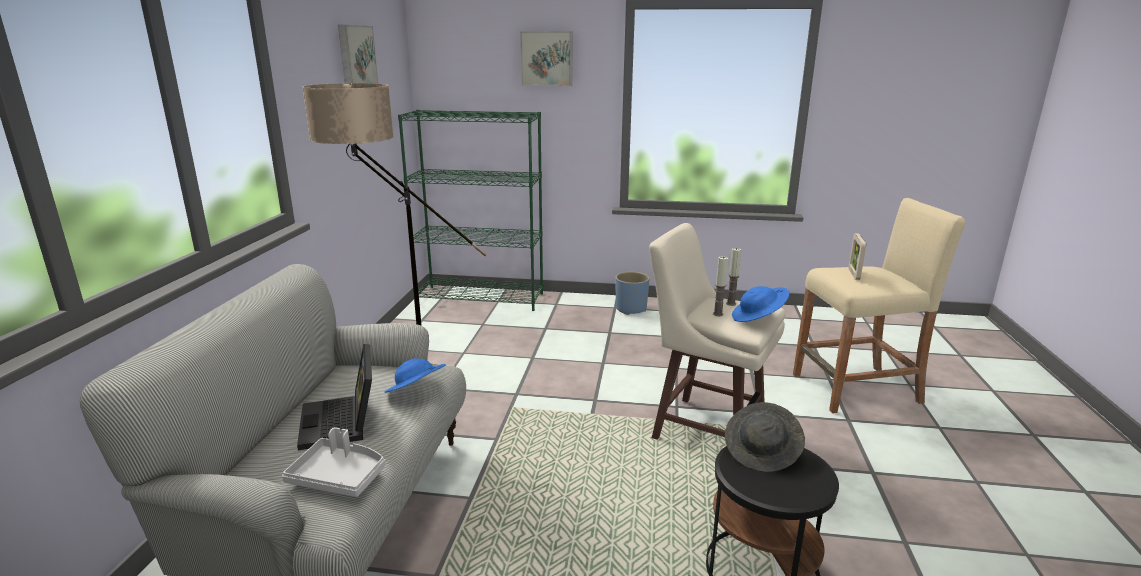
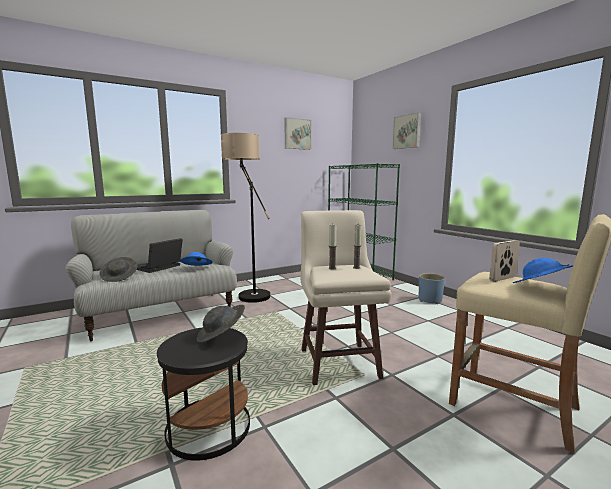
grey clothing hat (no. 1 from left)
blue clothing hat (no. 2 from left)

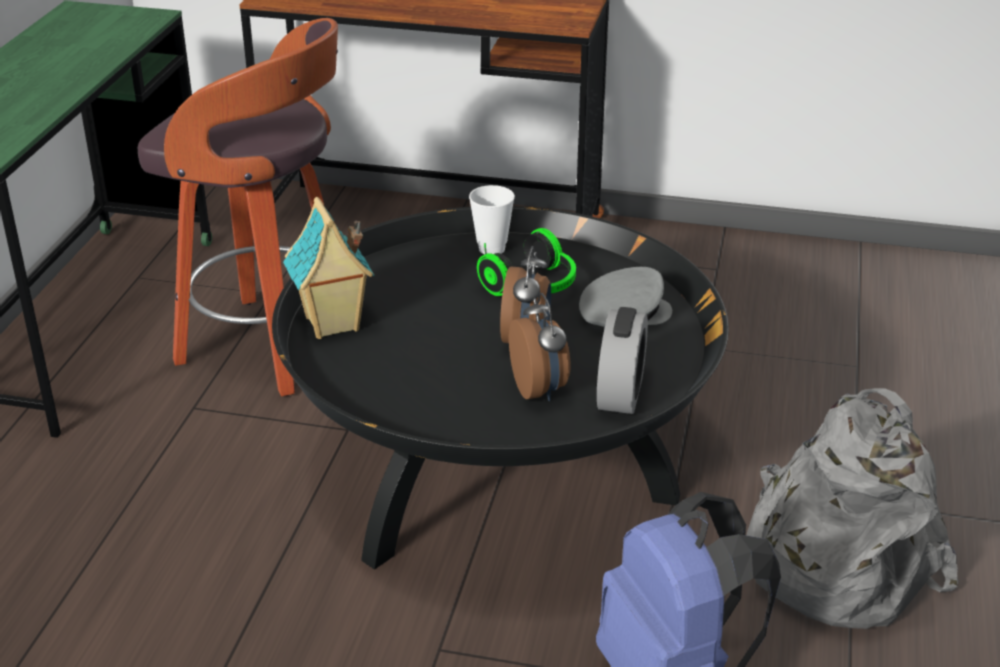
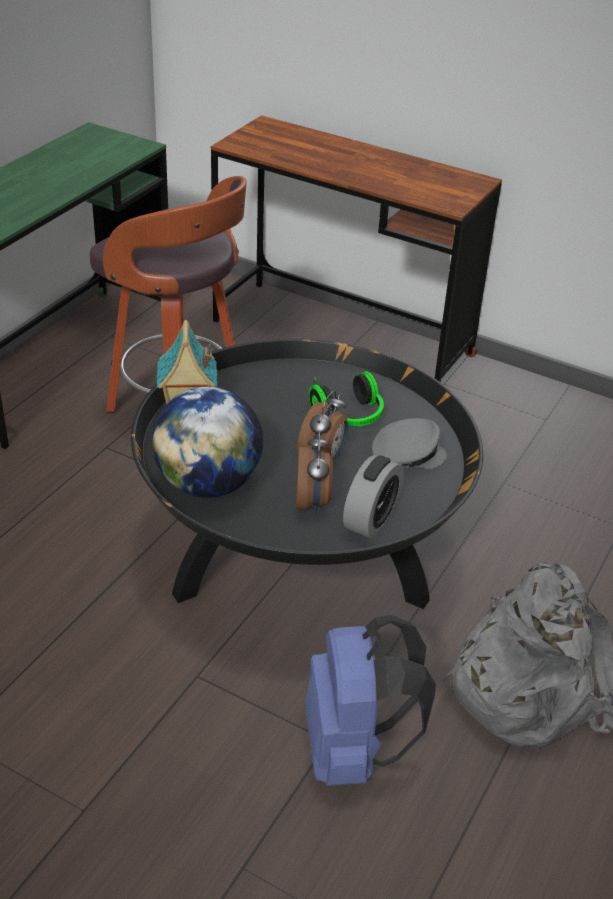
cup
desk globe

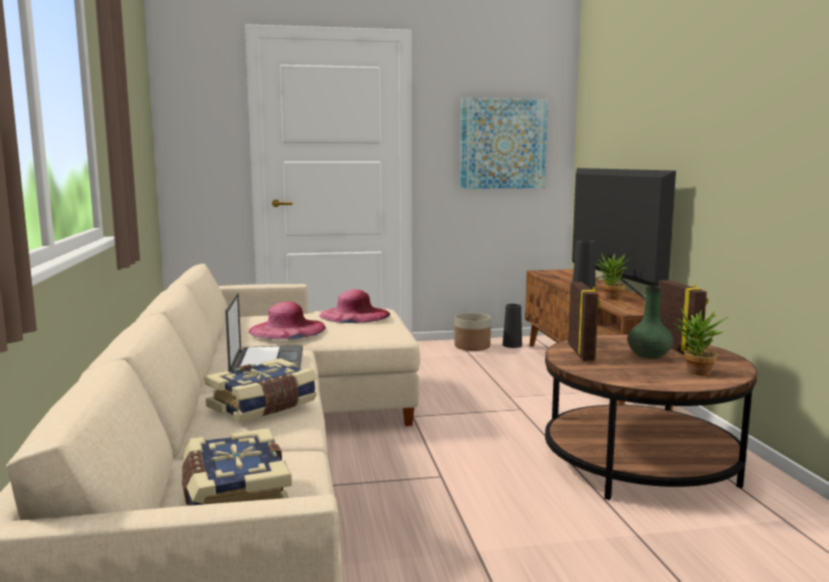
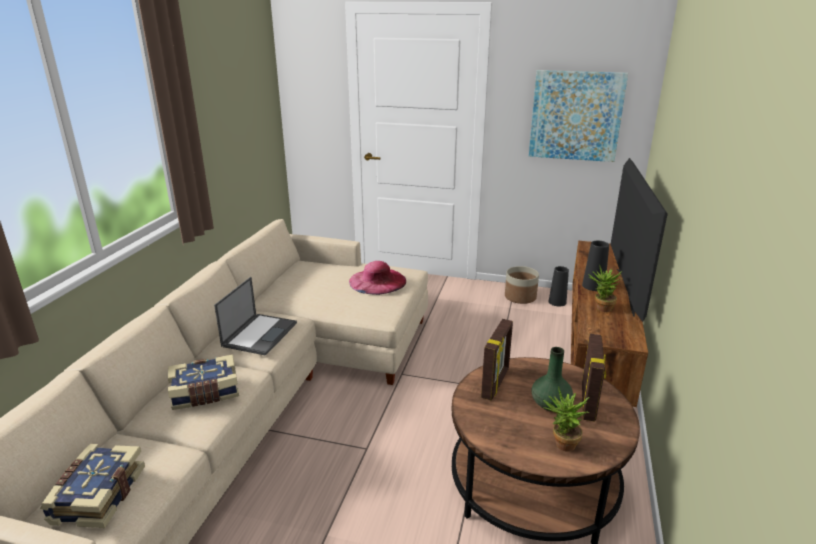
pinkish clothing hat (no. 1 from left in the first image)

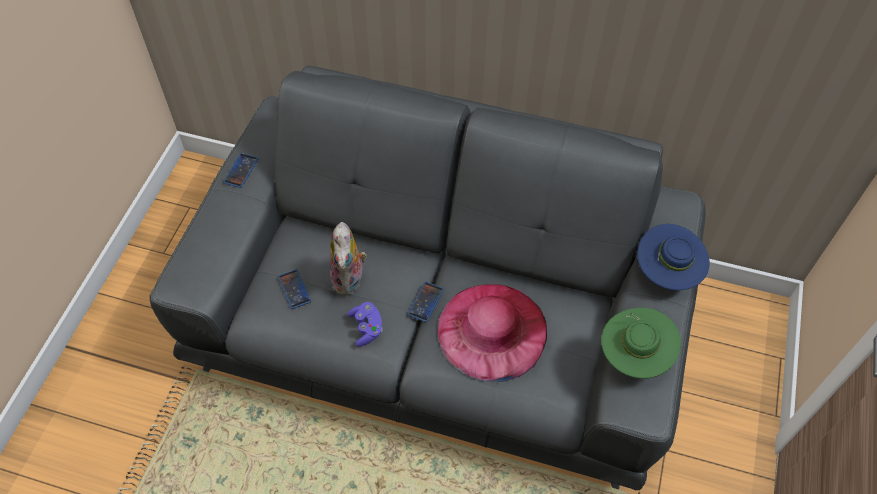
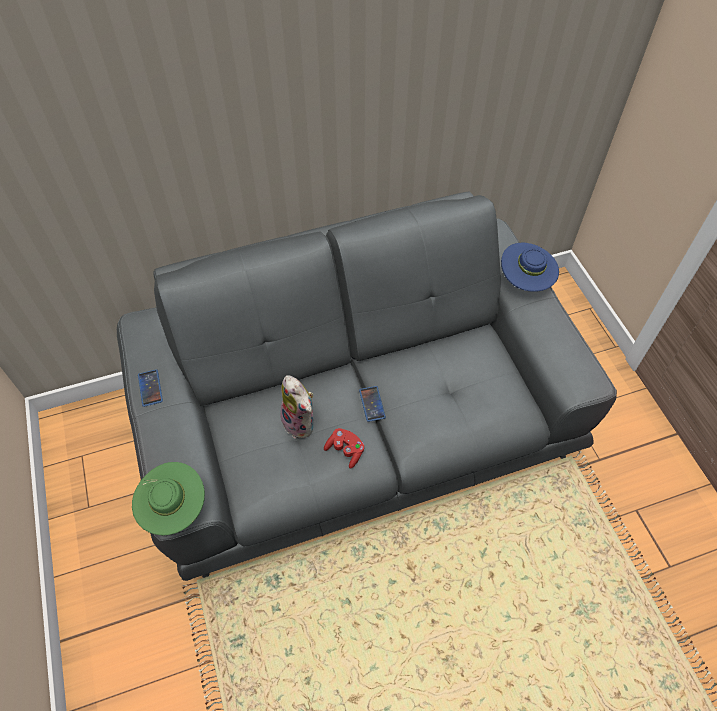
phone (no. 2 from left in the first image)
red gamepad
pinkish clothing hat
green clothing hat

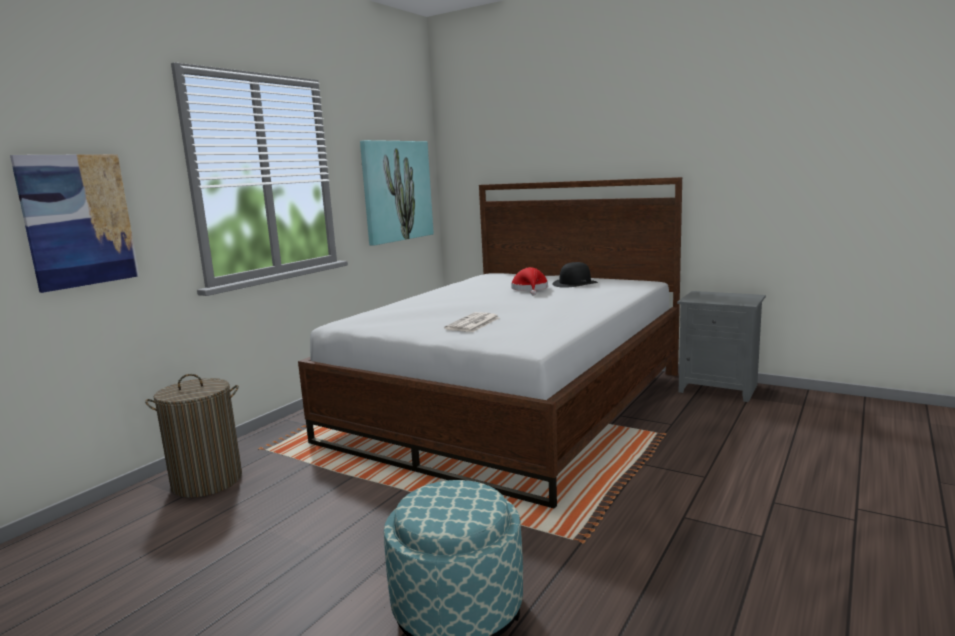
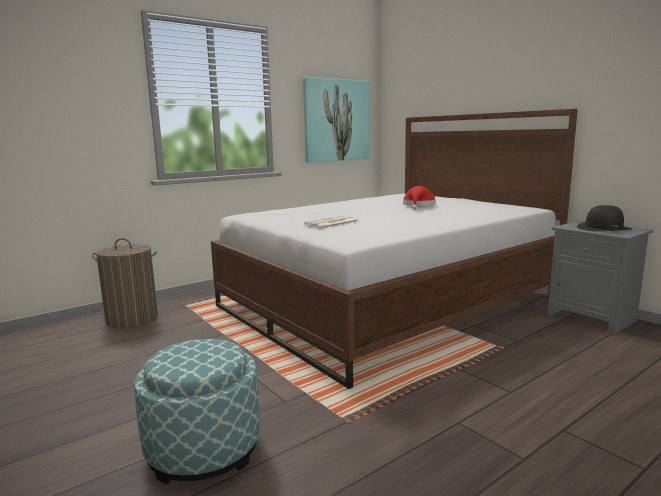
picture (no. 1 from left in the first image)
black clothing hat

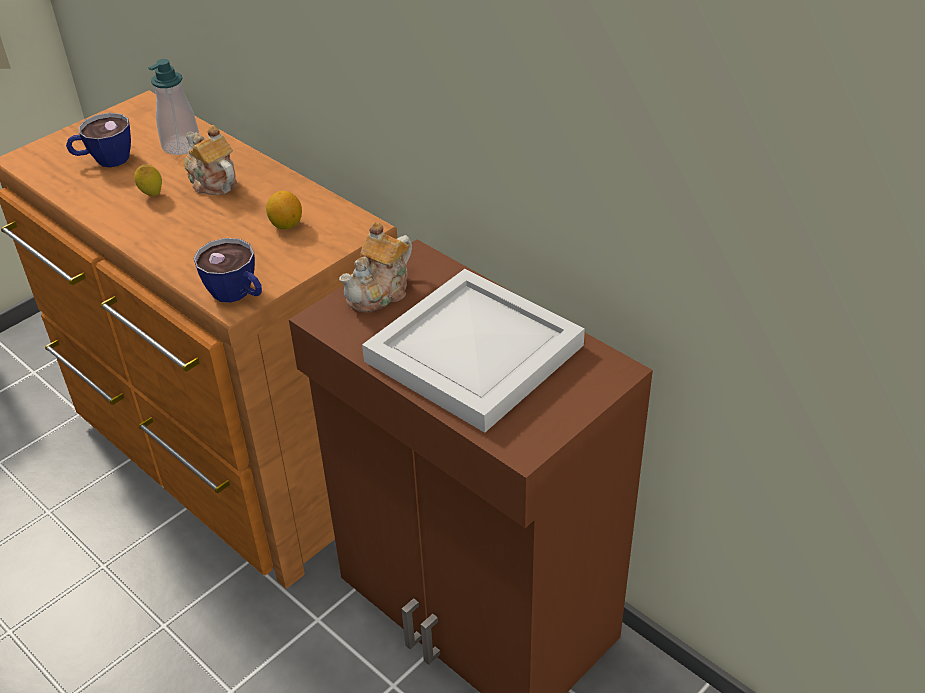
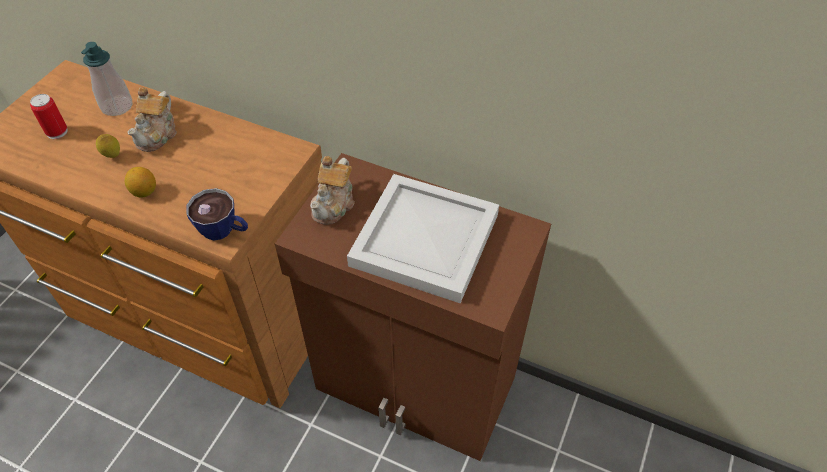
metal can
teapot (no. 1 from left)
lemon (no. 2 from left)

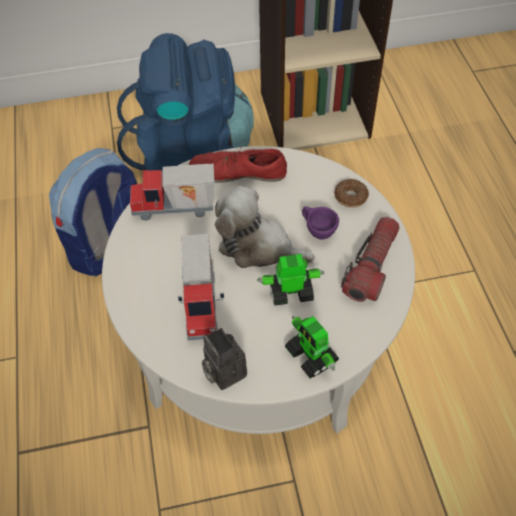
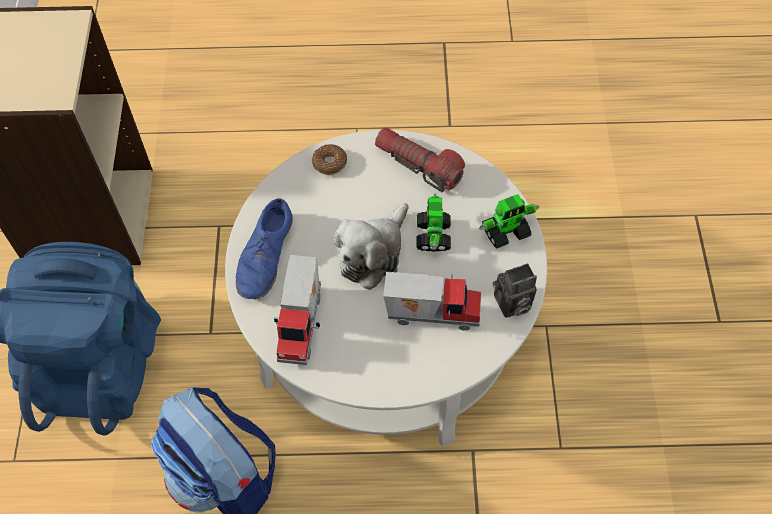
blue shoe
purplish cup

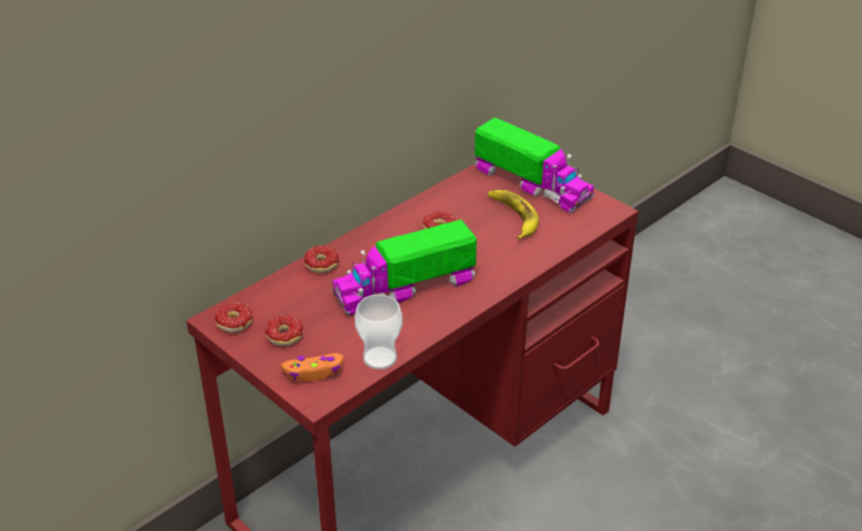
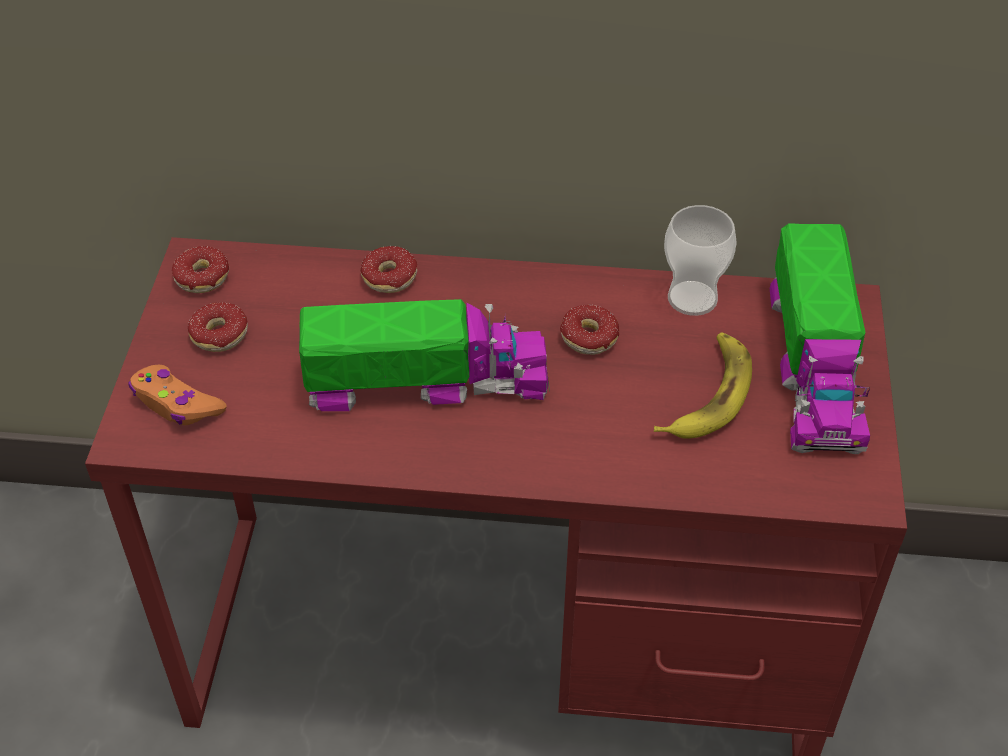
model truck (no. 1 from left)
cup

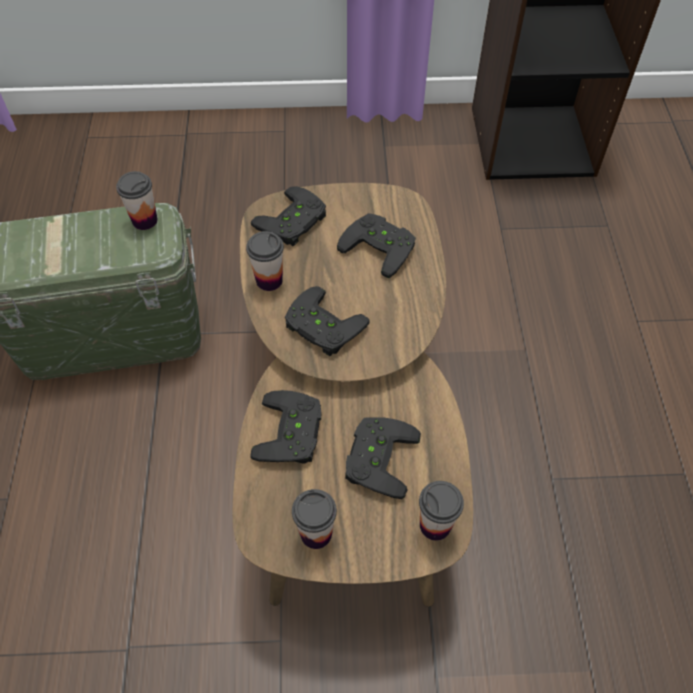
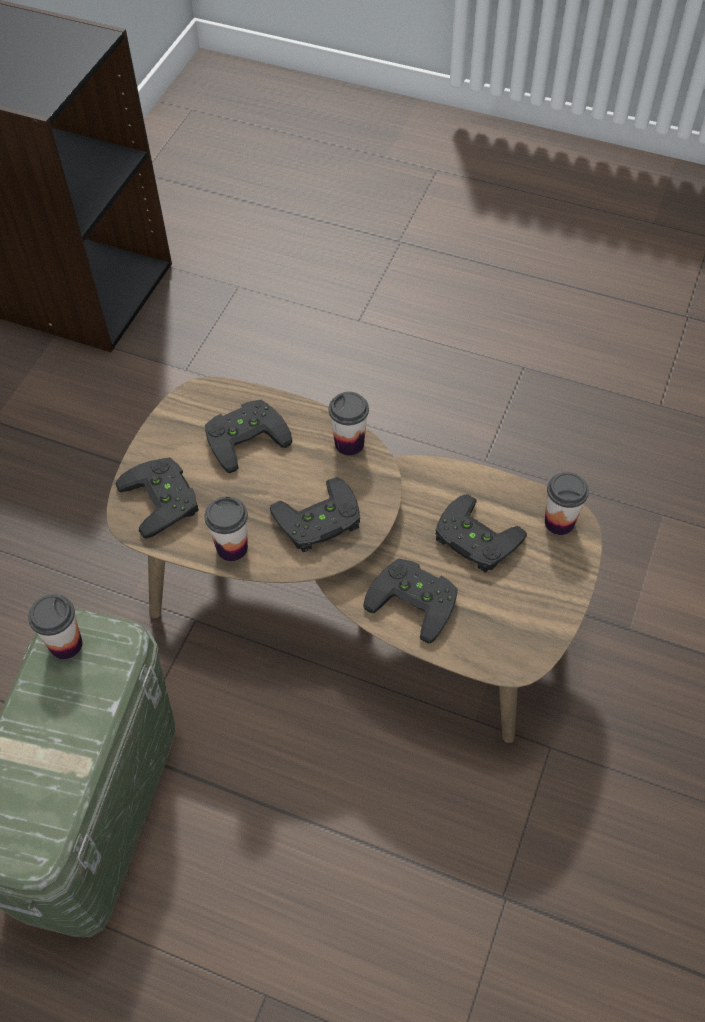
cup (no. 3 from left)

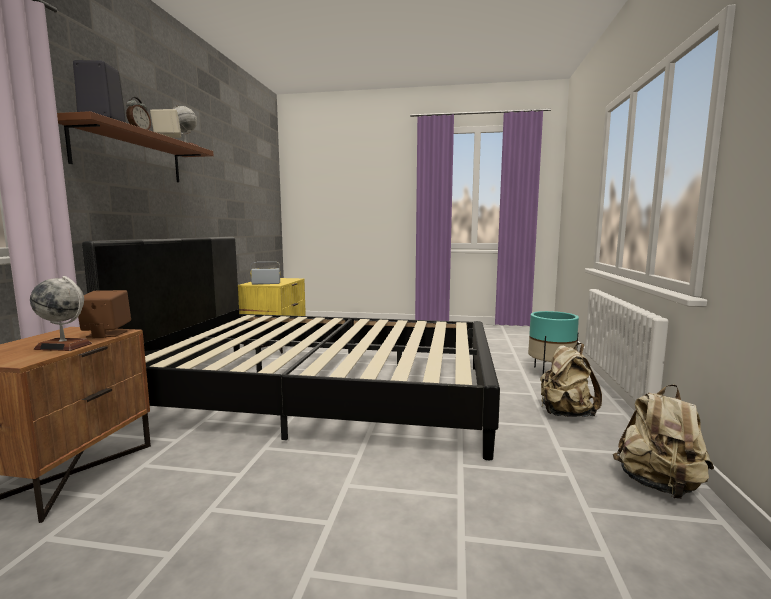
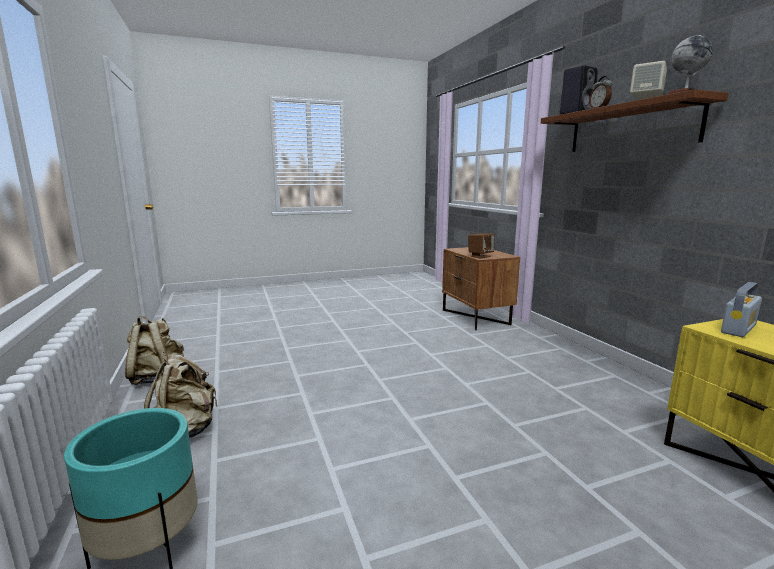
desk globe (no. 1 from left in the first image)
black sleeping bed

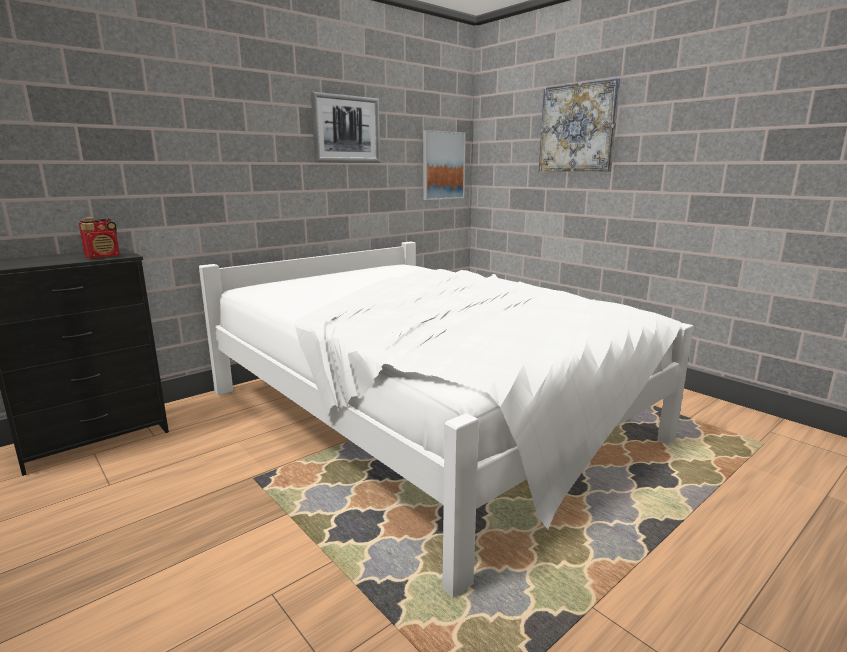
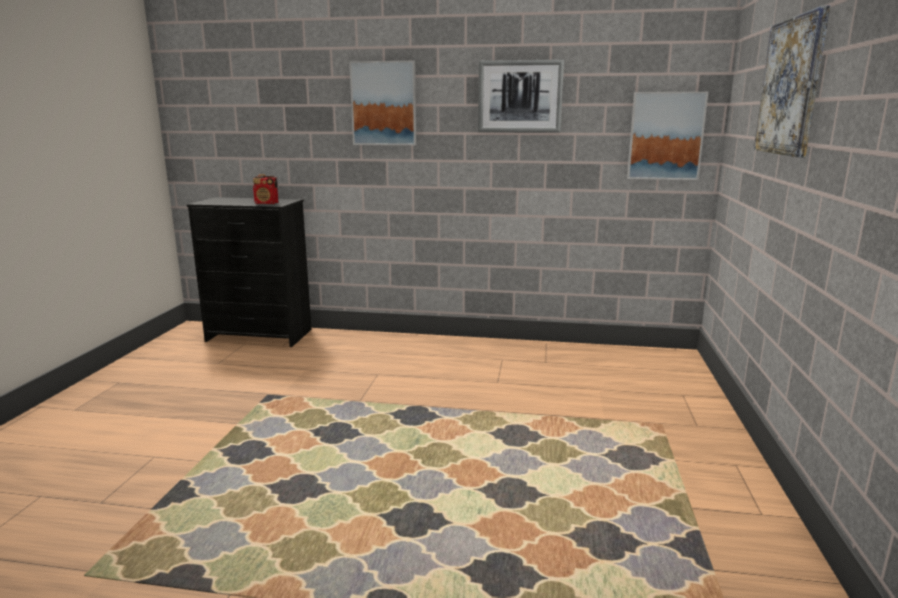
whitish sleeping bed
picture (no. 1 from left)

